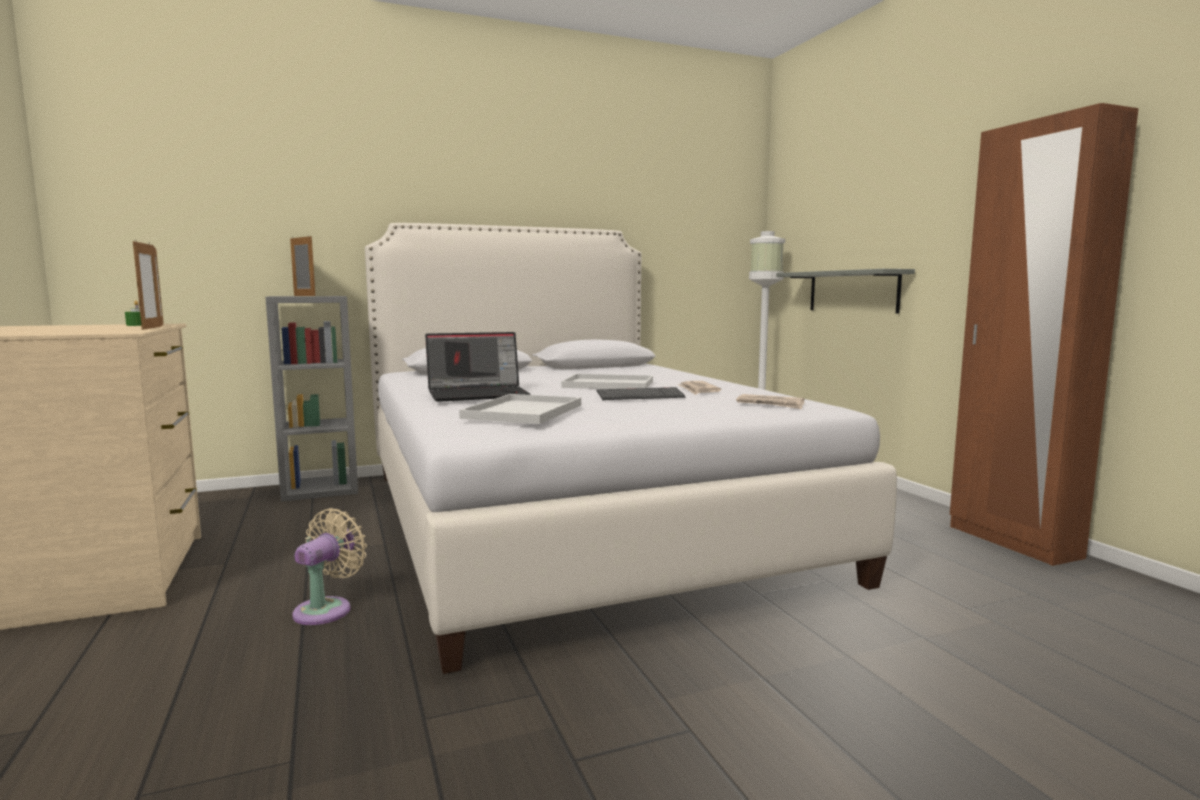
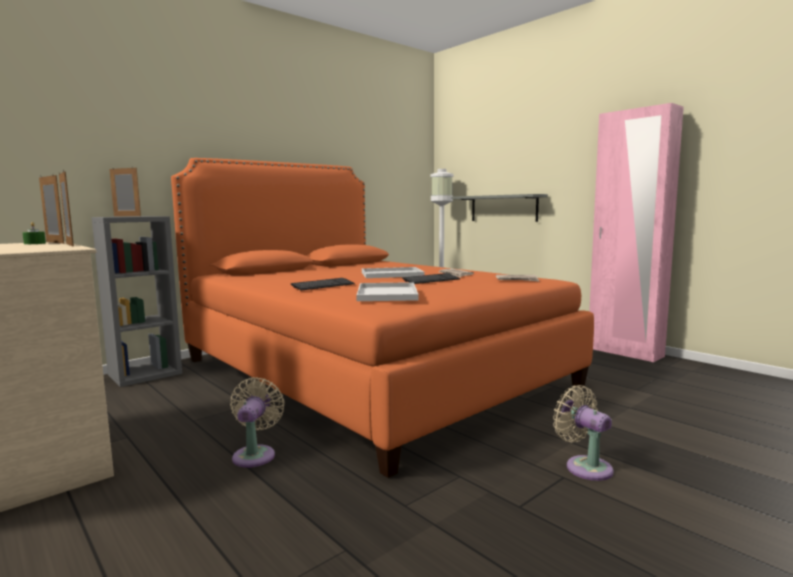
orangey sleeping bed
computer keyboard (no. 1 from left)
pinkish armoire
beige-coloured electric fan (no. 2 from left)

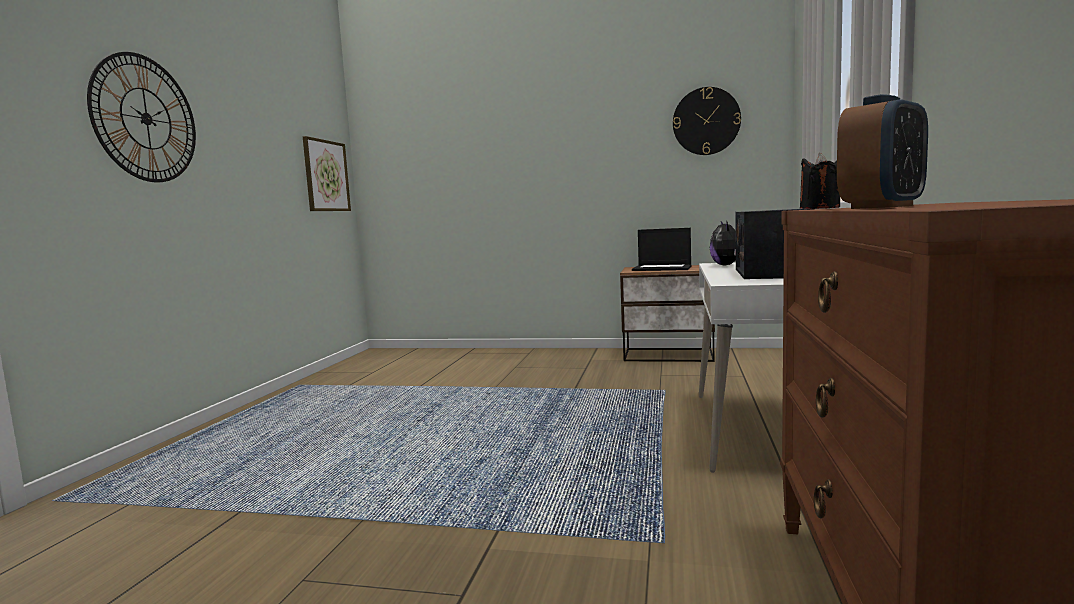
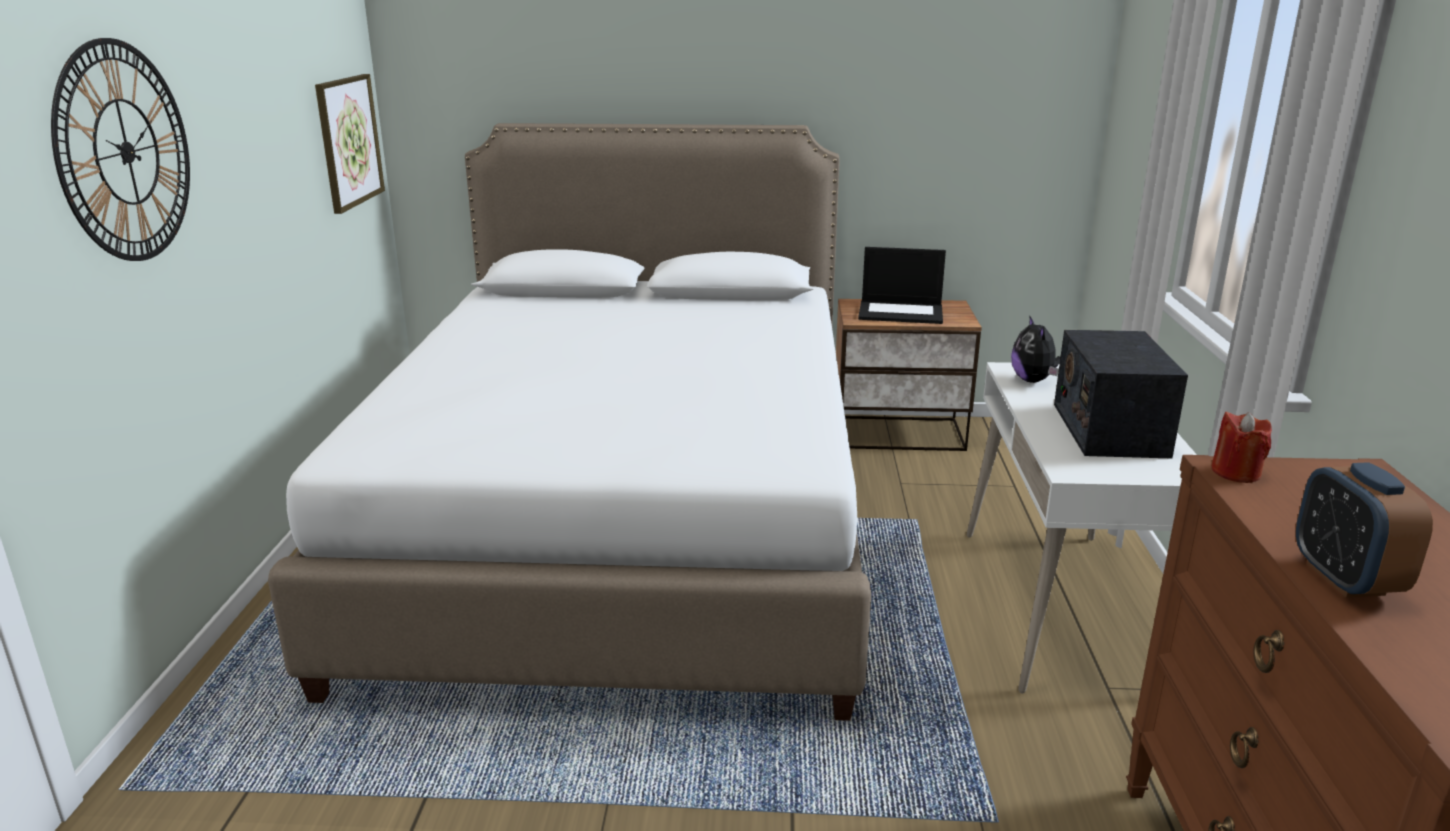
hanging clock (no. 2 from left in the first image)
red candle
table clock
whitish sleeping bed

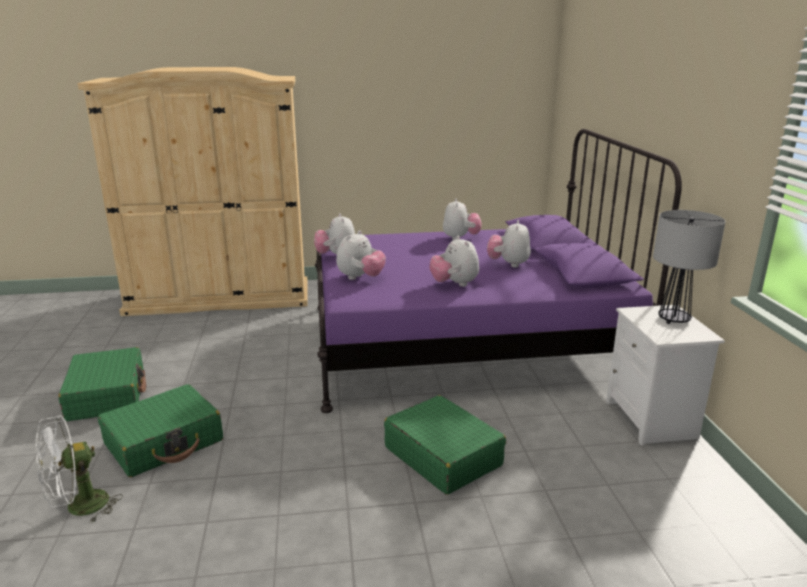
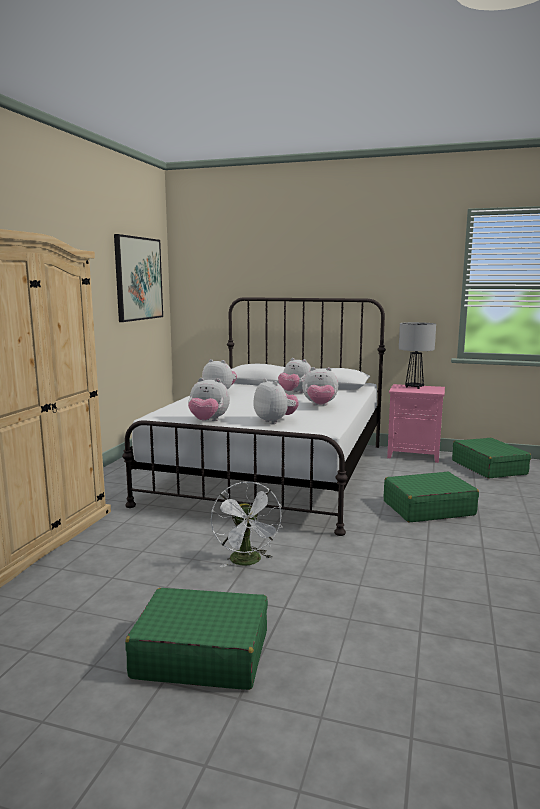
whitish electric fan
green suitcase (no. 3 from left)
whitish sleeping bed
pinkish night table
picture

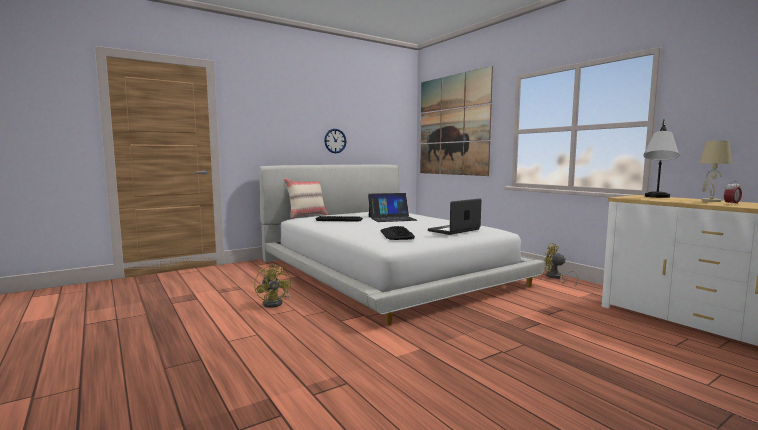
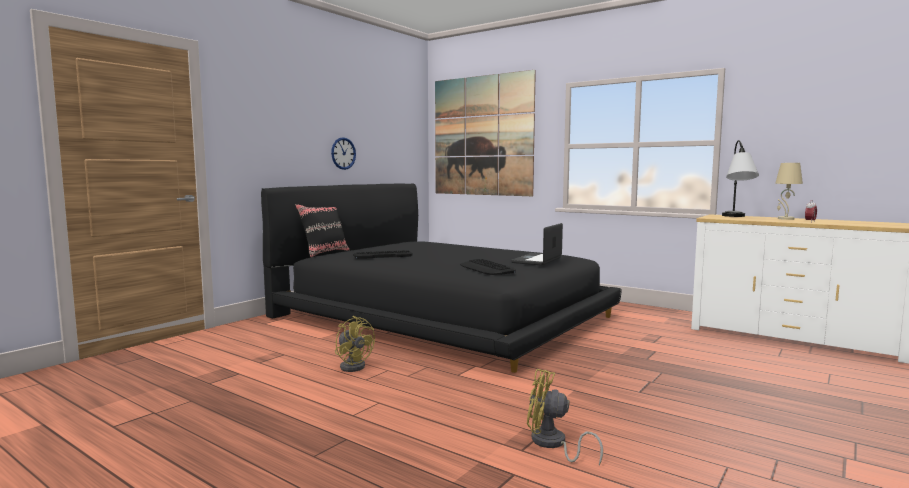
black sleeping bed
black throw pillow
laptop (no. 1 from left in the first image)
yellow electric fan (no. 2 from left)

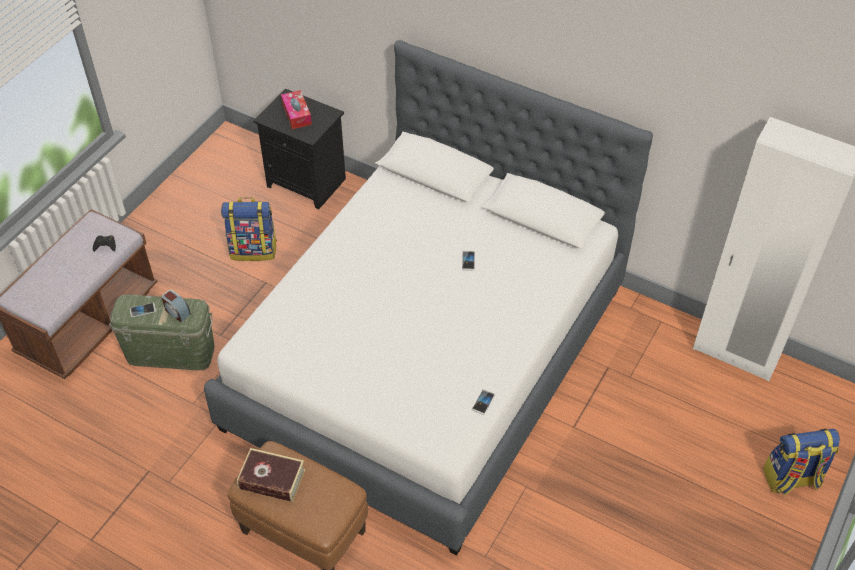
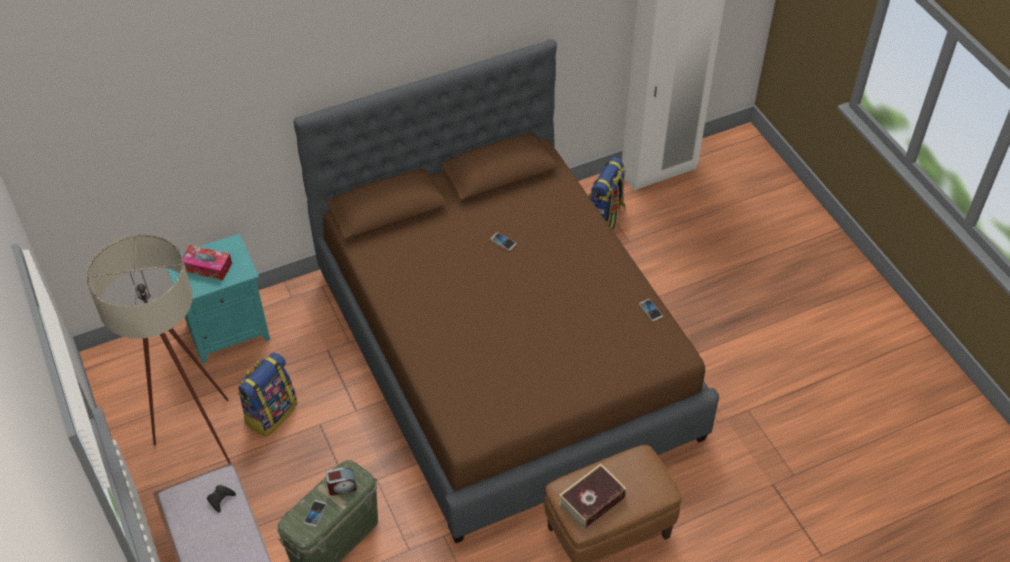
brownish sleeping bed
turquoise night table
knapsack (no. 2 from left)
beige-coloured standard lamp

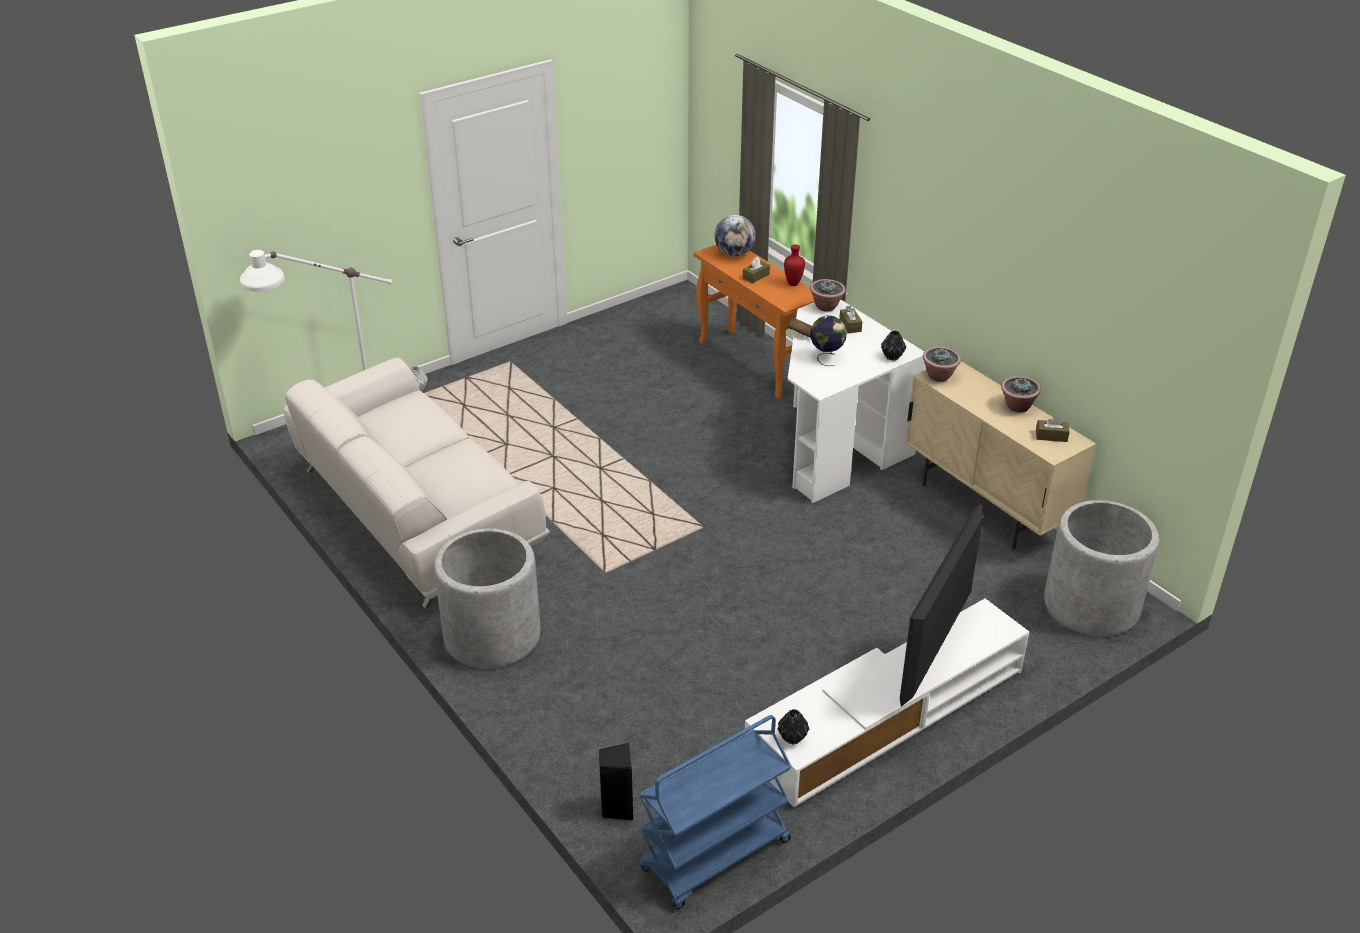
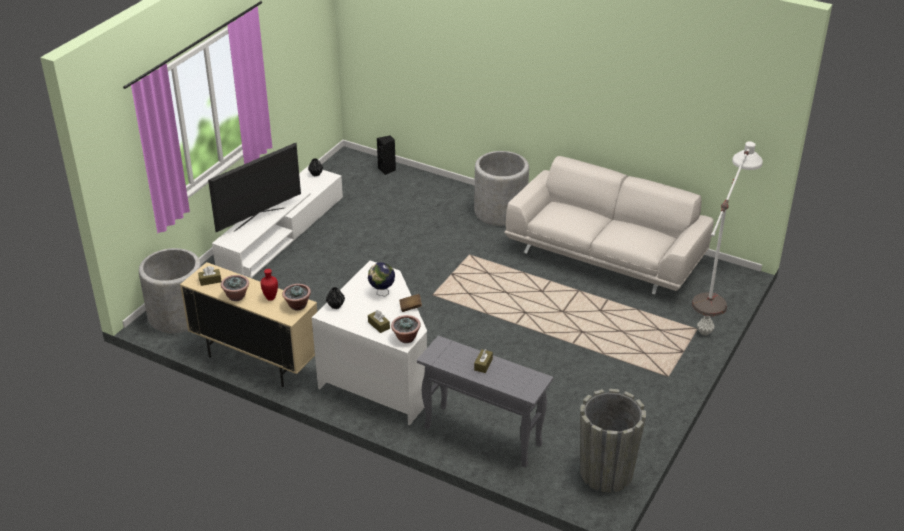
blue cart
grey hall table
desk globe (no. 1 from left in the first image)
red flower vase
TV set
grey planter (no. 3 from left)

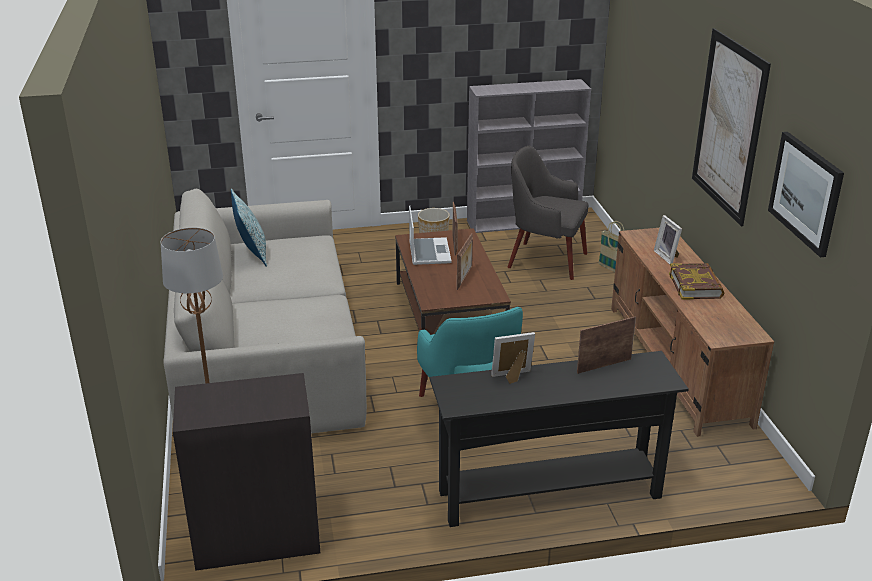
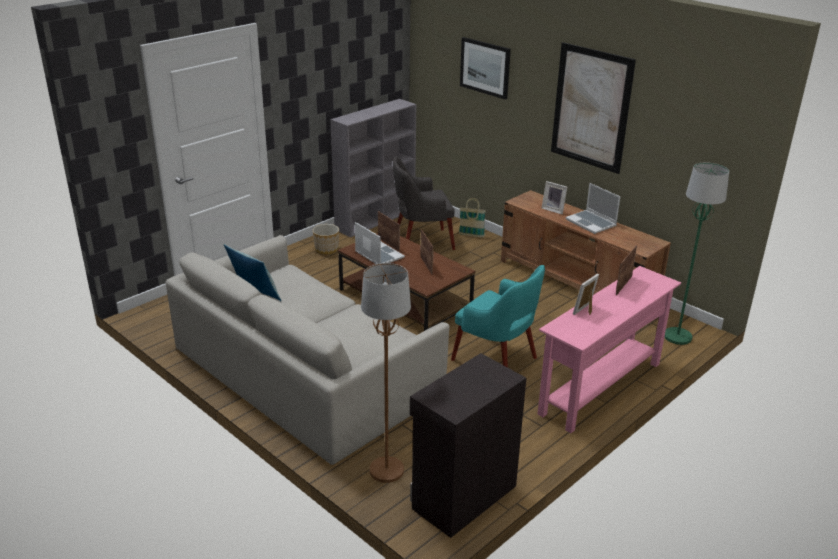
pinkish hall table
laptop (no. 2 from left)
picture (no. 1 from left)
green standard lamp

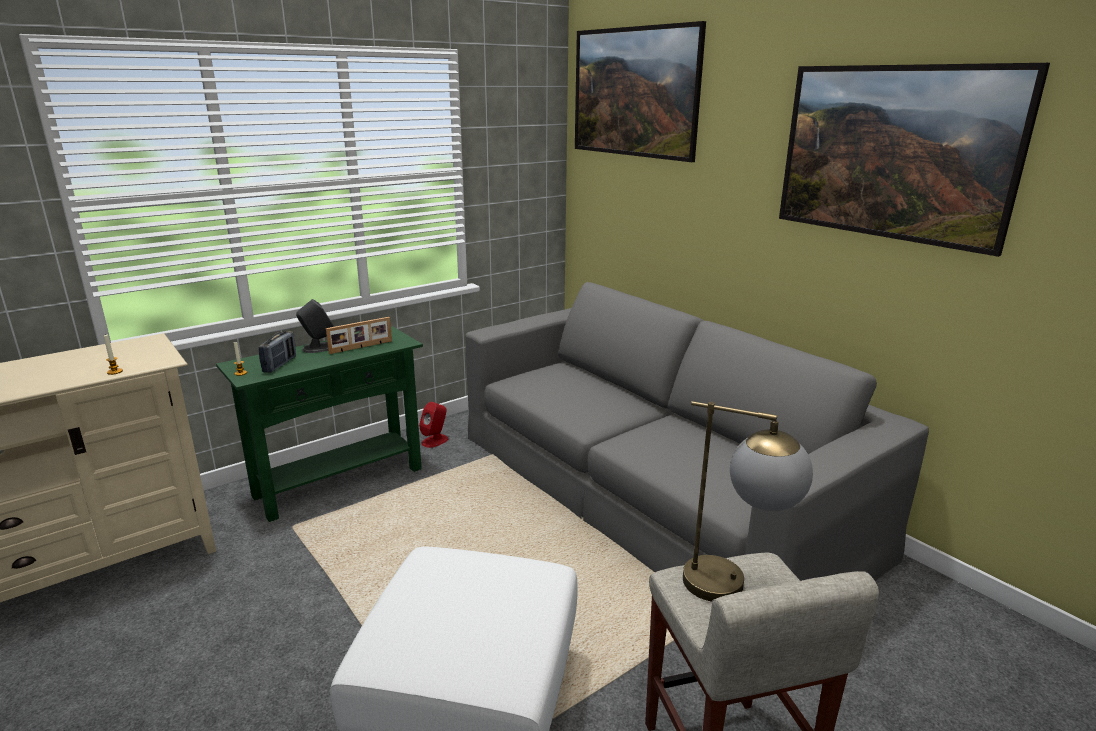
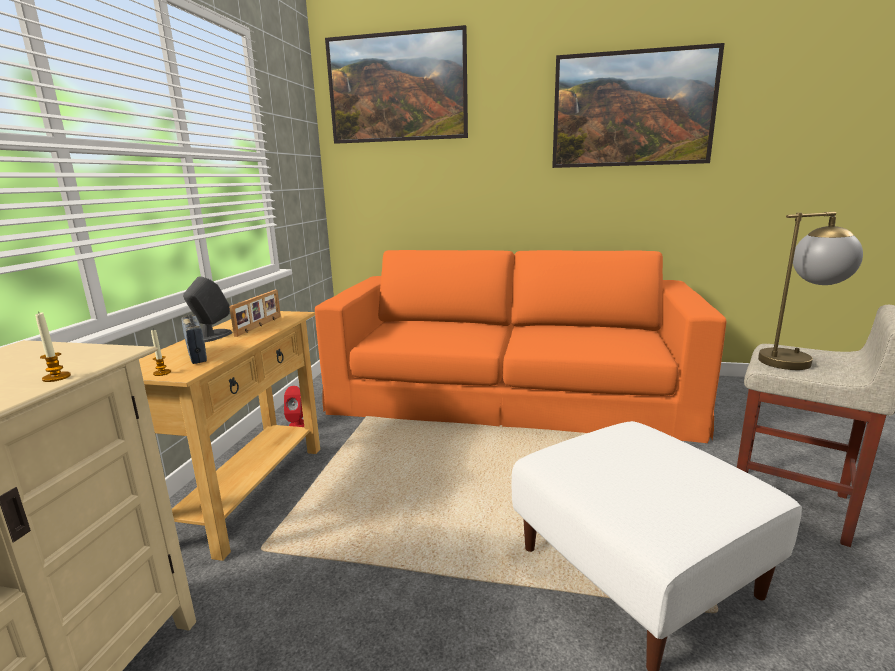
beige-coloured hall table
orangey sofa

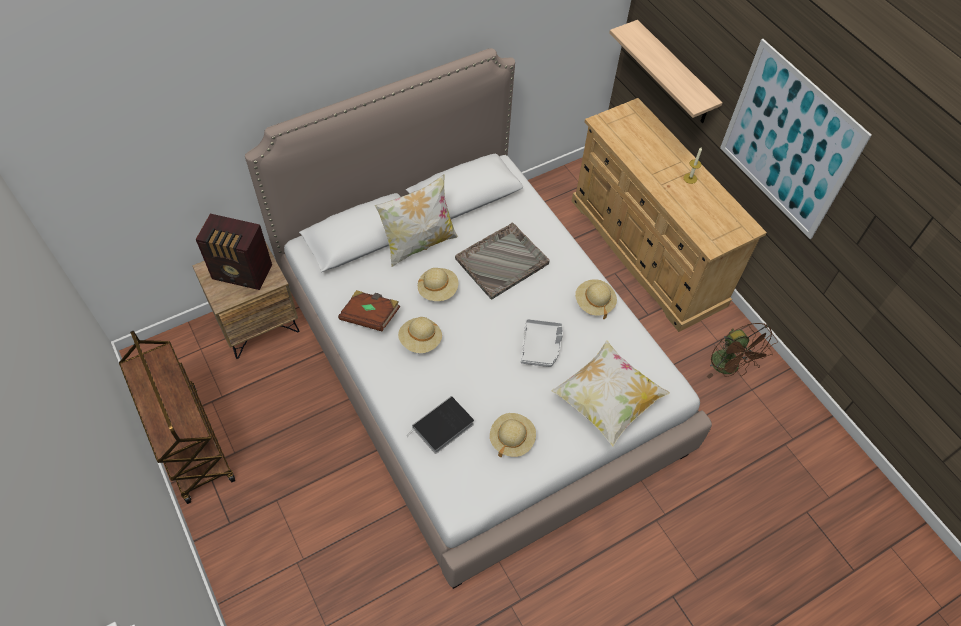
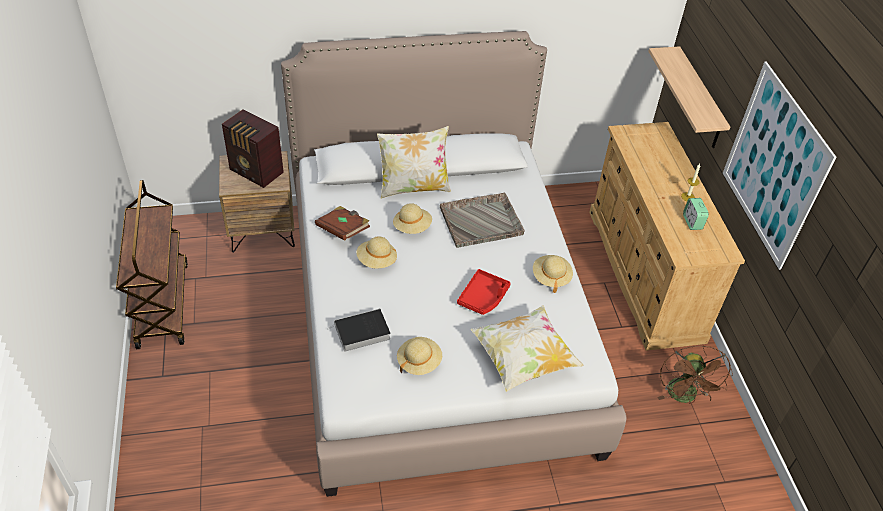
red carrying tray
table clock

